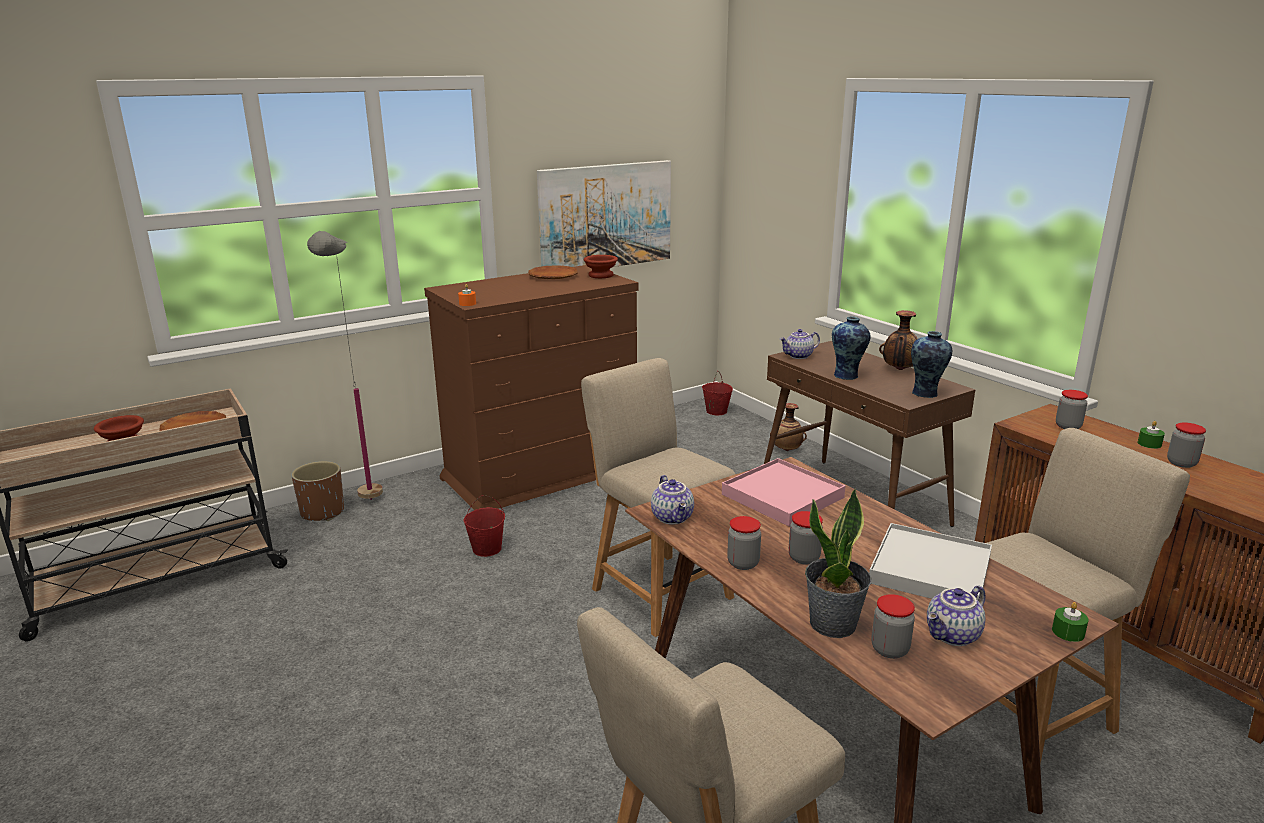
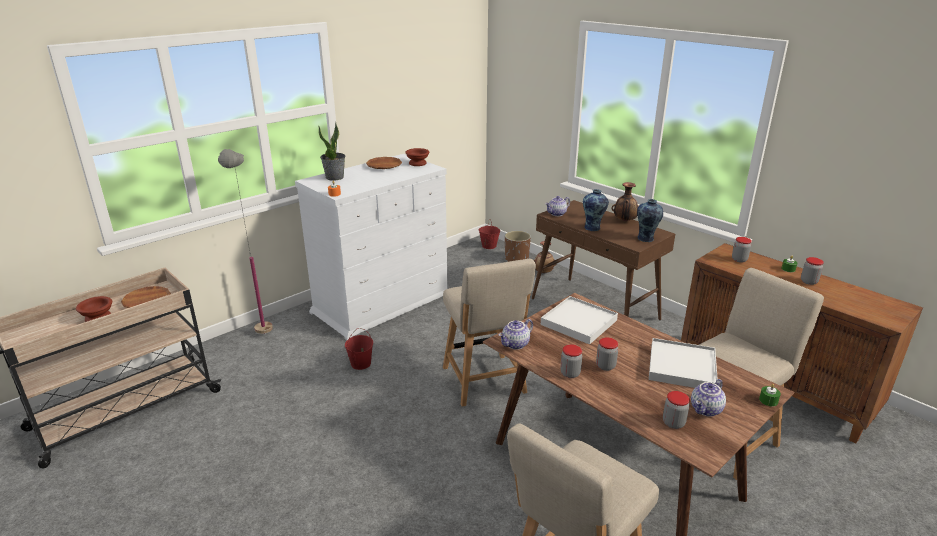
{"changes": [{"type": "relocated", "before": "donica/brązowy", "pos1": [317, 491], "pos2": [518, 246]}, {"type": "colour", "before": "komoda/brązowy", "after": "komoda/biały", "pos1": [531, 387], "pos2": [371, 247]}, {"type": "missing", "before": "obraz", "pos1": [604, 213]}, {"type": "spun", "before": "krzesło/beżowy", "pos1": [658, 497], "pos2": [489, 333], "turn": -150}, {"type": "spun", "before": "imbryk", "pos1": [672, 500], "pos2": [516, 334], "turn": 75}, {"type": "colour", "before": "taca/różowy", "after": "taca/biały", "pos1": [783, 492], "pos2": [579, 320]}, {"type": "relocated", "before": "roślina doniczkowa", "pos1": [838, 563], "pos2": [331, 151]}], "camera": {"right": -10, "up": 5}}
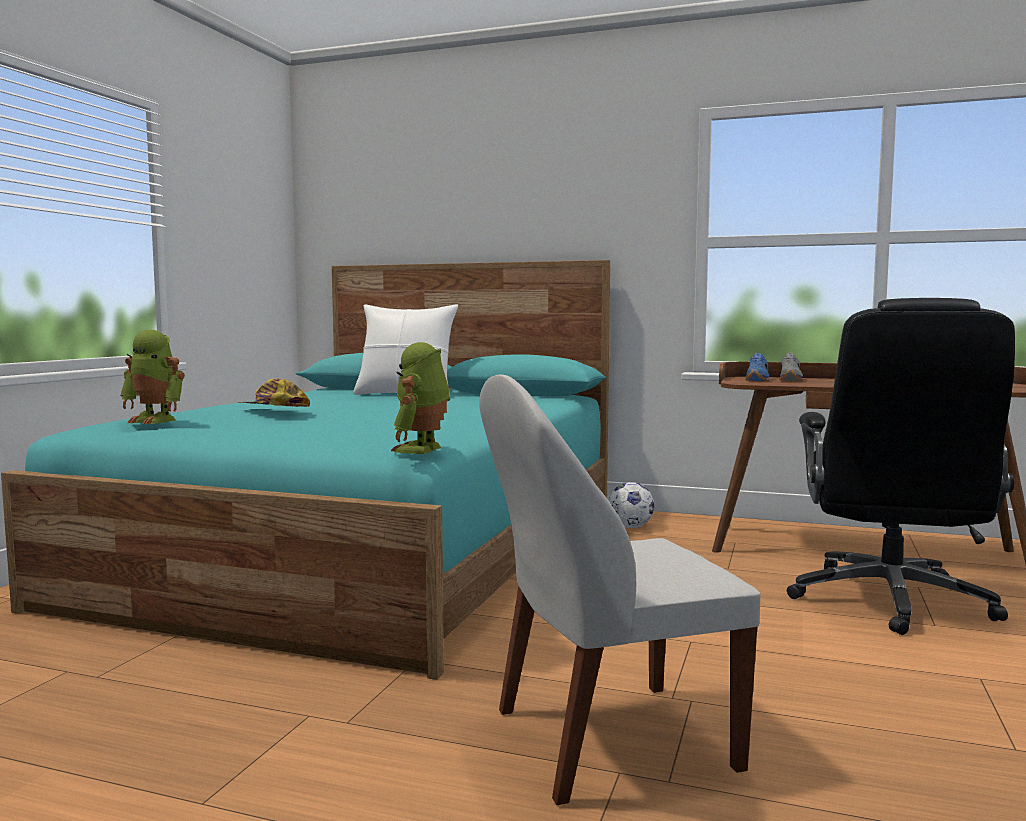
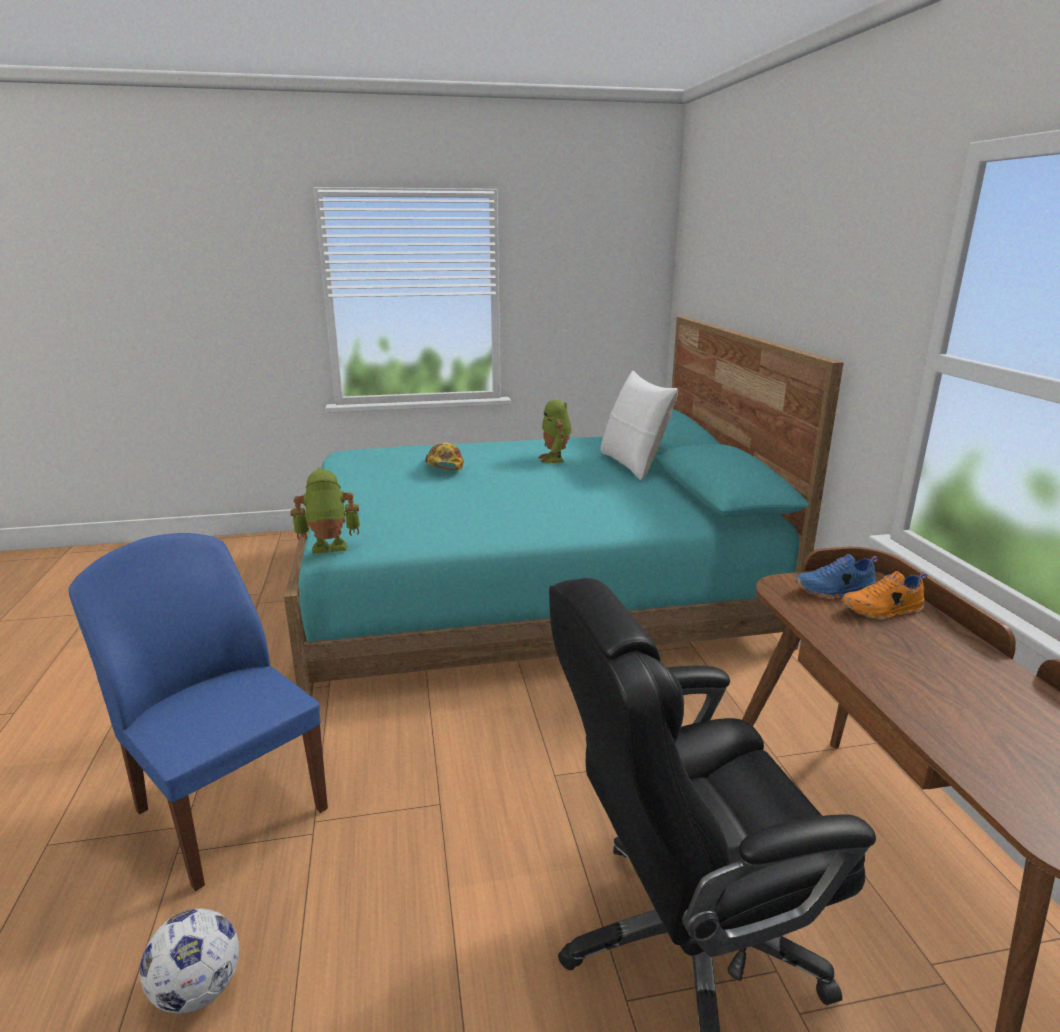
{"changes": [{"type": "relocated", "before": "robot zabawkowy", "pos1": [152, 377], "pos2": [555, 431]}, {"type": "colour", "before": "krzesło/biały", "after": "krzesło/niebieski", "pos1": [620, 589], "pos2": [198, 712]}, {"type": "relocated", "before": "piłka futbolowa", "pos1": [631, 505], "pos2": [189, 961]}, {"type": "colour", "before": "but/szary", "after": "but/pomarańczowy", "pos1": [791, 367], "pos2": [884, 595]}], "camera": {"right": 60, "up": 15}}
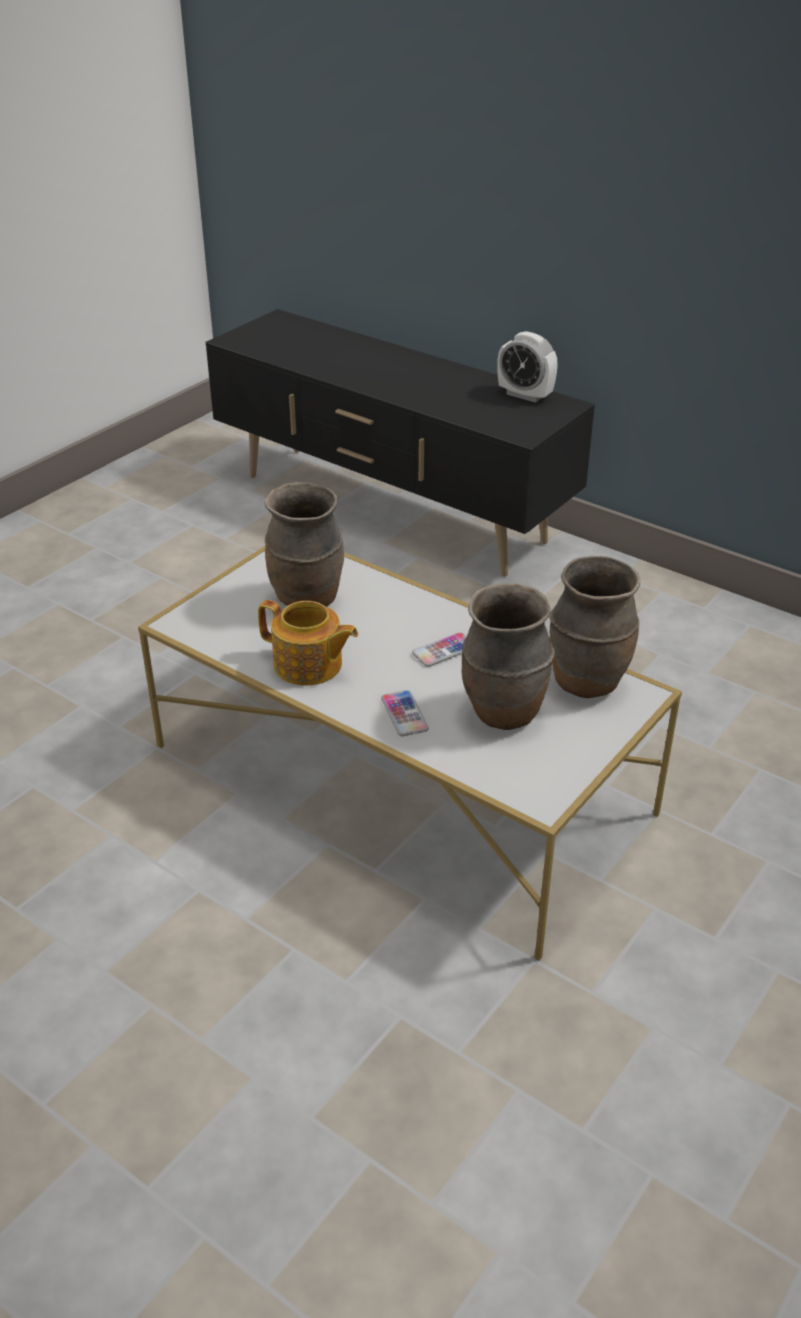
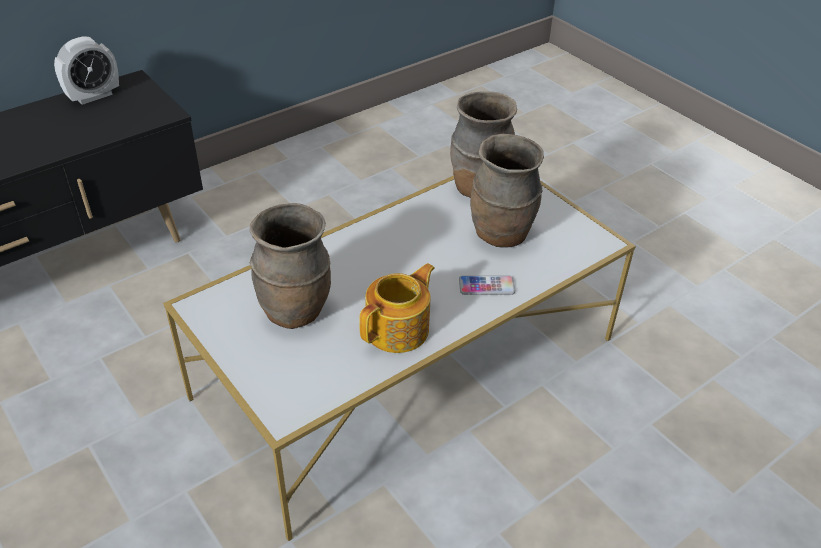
{"changes": [{"type": "missing", "before": "telefon", "pos1": [439, 650]}], "camera": {"right": -75, "up": 5}}
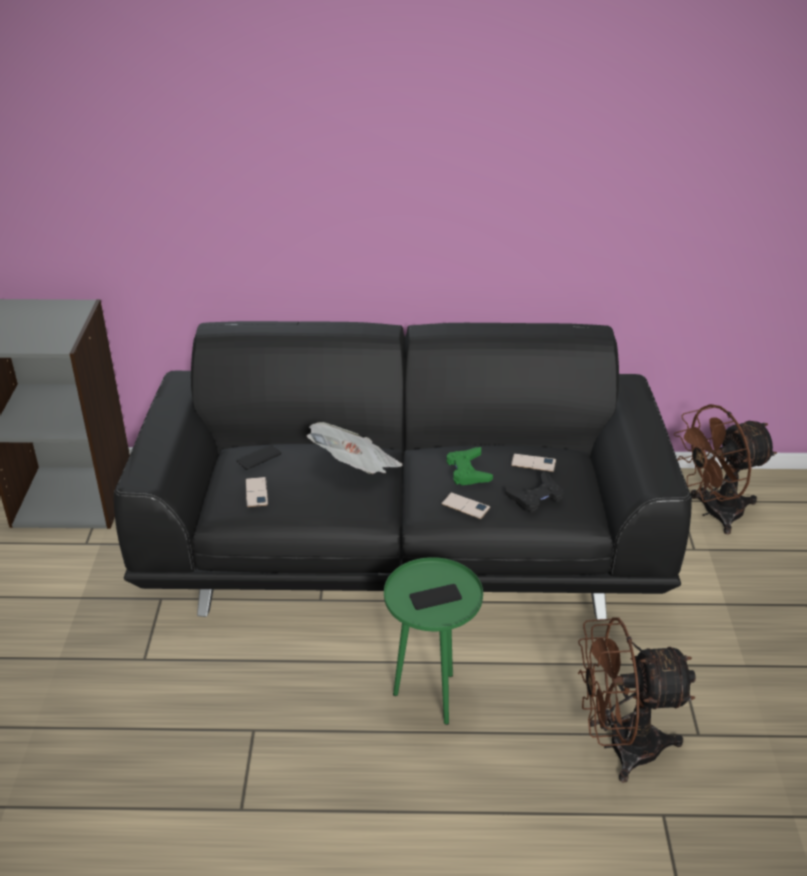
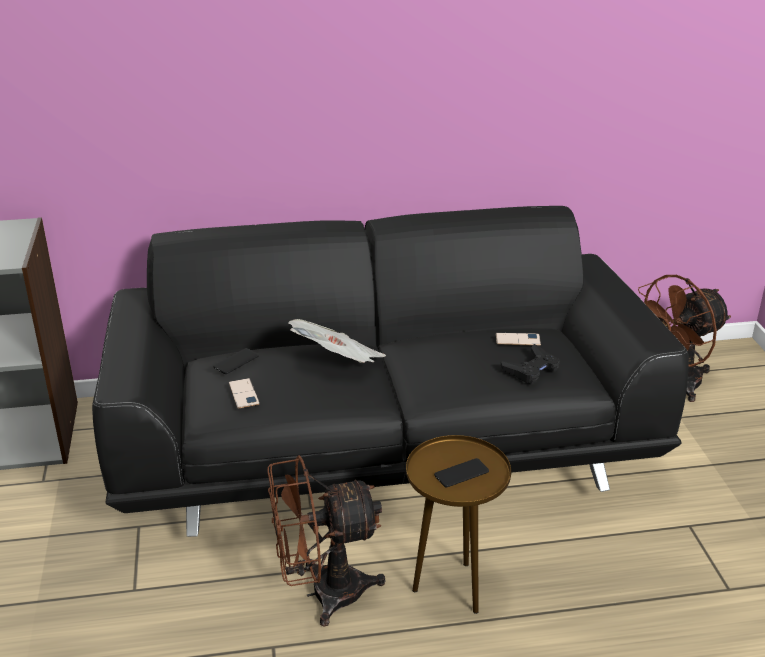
{"changes": [{"type": "colour", "before": "stolik/zielony", "after": "stolik/brązowy", "pos1": [433, 641], "pos2": [458, 524]}, {"type": "missing", "before": "telefon", "pos1": [466, 505]}, {"type": "missing", "before": "pad do gier/zielony", "pos1": [470, 466]}, {"type": "relocated", "before": "wentylator/brązowy", "pos1": [637, 700], "pos2": [326, 541]}], "camera": {"right": -10, "up": -5}}
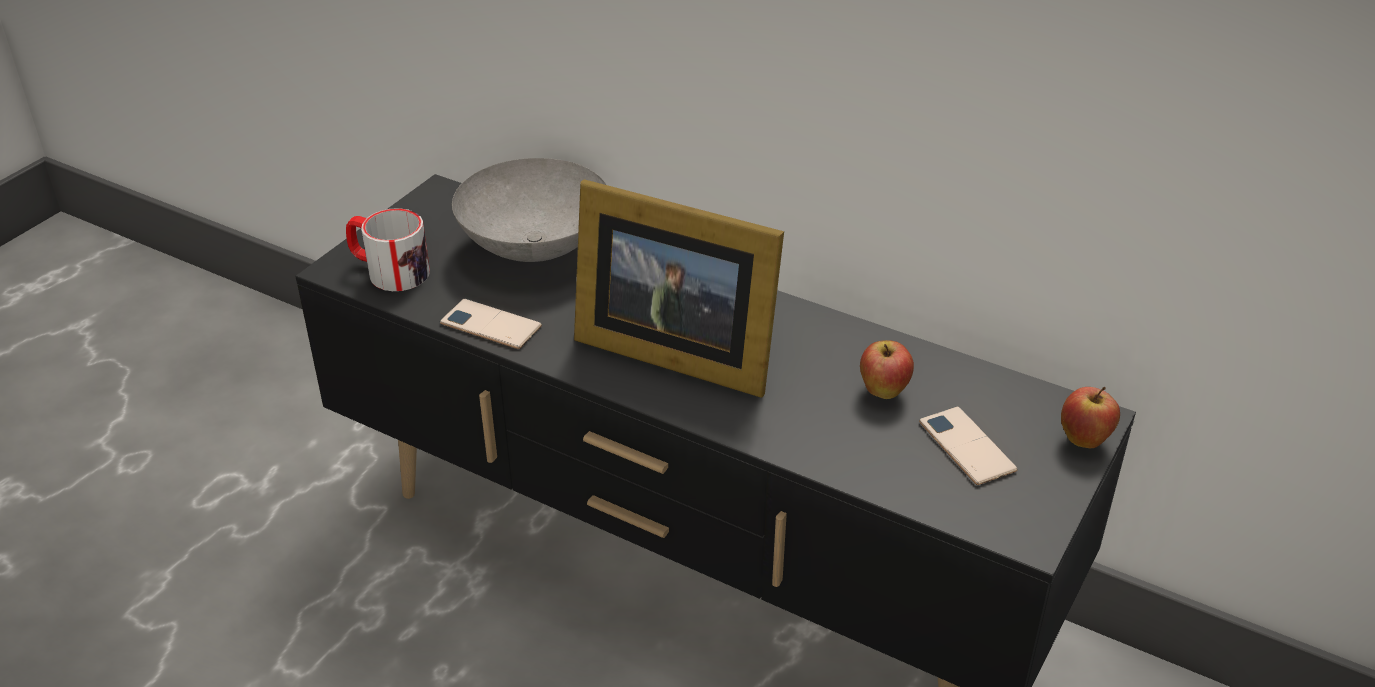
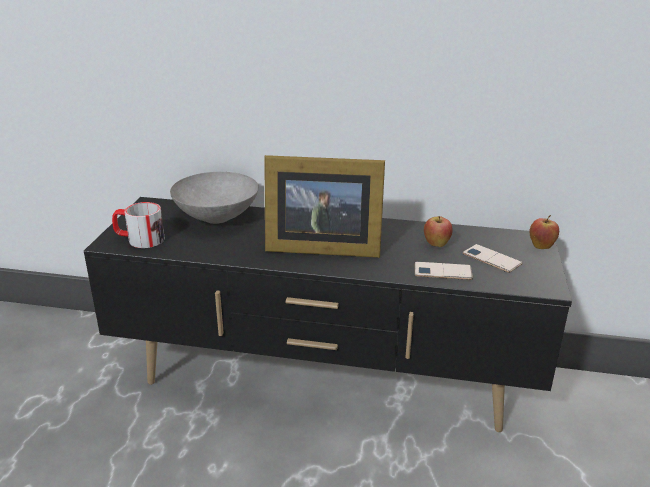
{"changes": [{"type": "relocated", "before": "telefon", "pos1": [491, 324], "pos2": [444, 271]}], "camera": {"right": -20, "up": -10}}
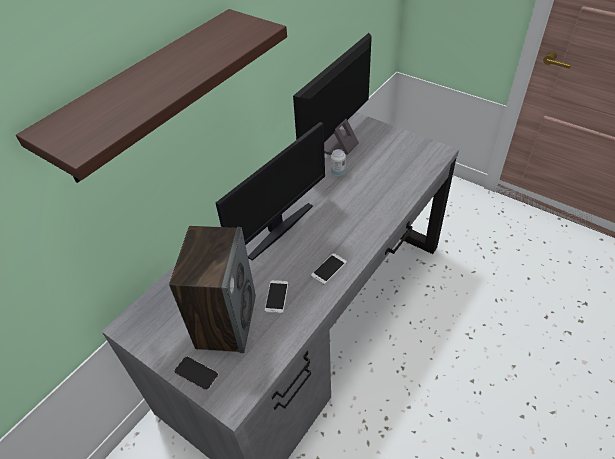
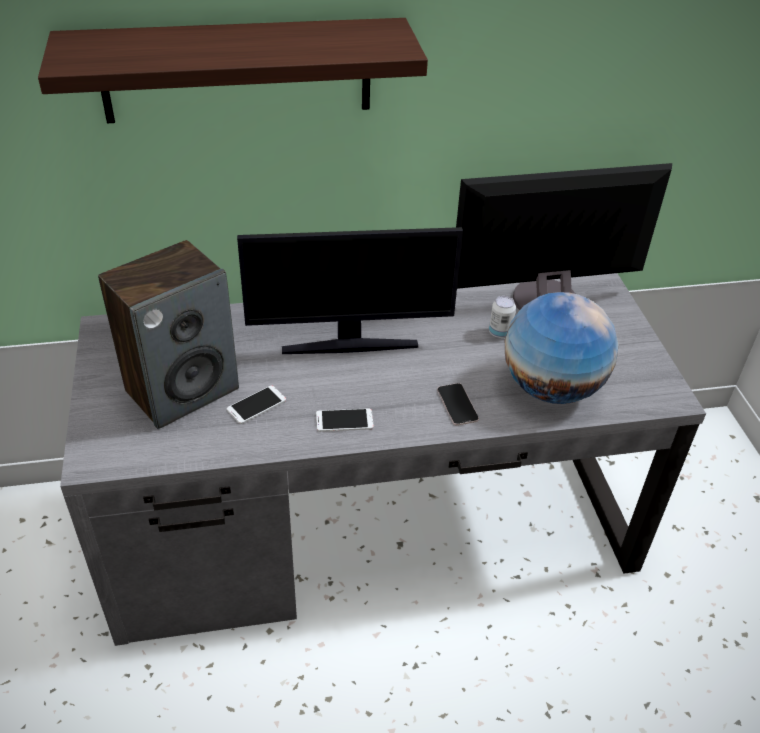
{"changes": [{"type": "relocated", "before": "telefon", "pos1": [196, 373], "pos2": [458, 404]}, {"type": "appeared", "after": "globus", "pos2": [562, 348]}], "camera": {"right": 40, "up": -5}}
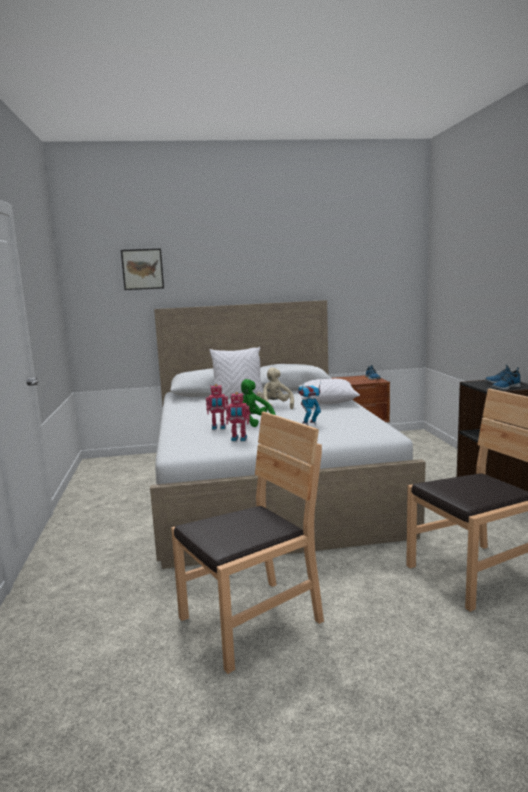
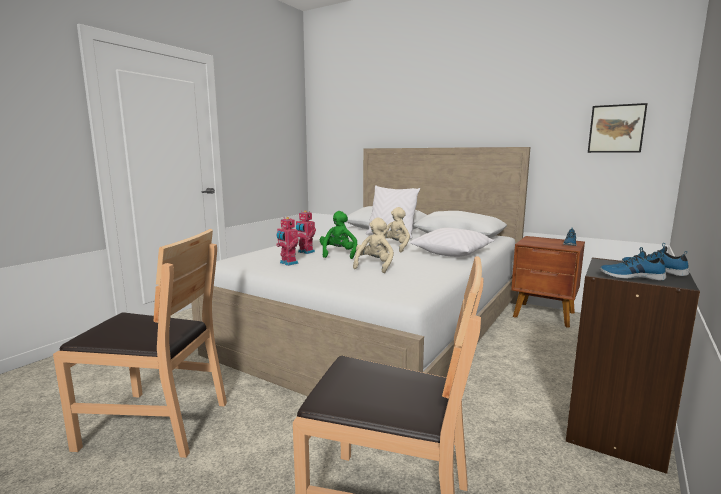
{"changes": [{"type": "relocated", "before": "obraz", "pos1": [142, 269], "pos2": [618, 128]}, {"type": "exchanged", "before": "robot zabawkowy", "after": "pluszak/beżowy", "pos1": [309, 403], "pos2": [373, 245]}], "camera": {"right": 40, "up": 0}}
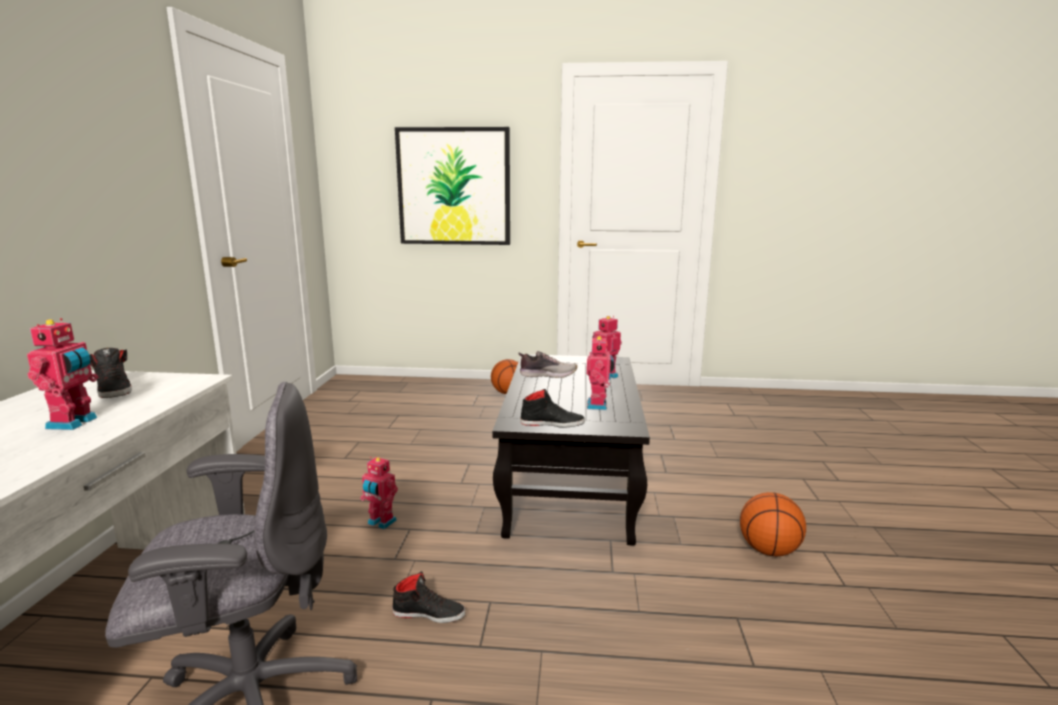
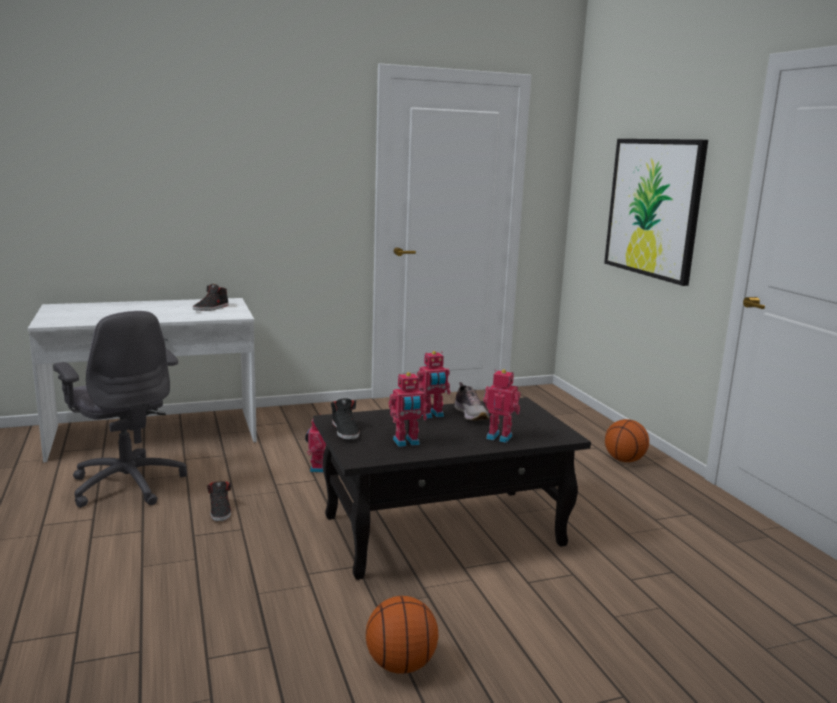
{"changes": [{"type": "relocated", "before": "robot zabawkowy", "pos1": [62, 374], "pos2": [434, 385]}], "camera": {"right": 65, "up": 0}}
